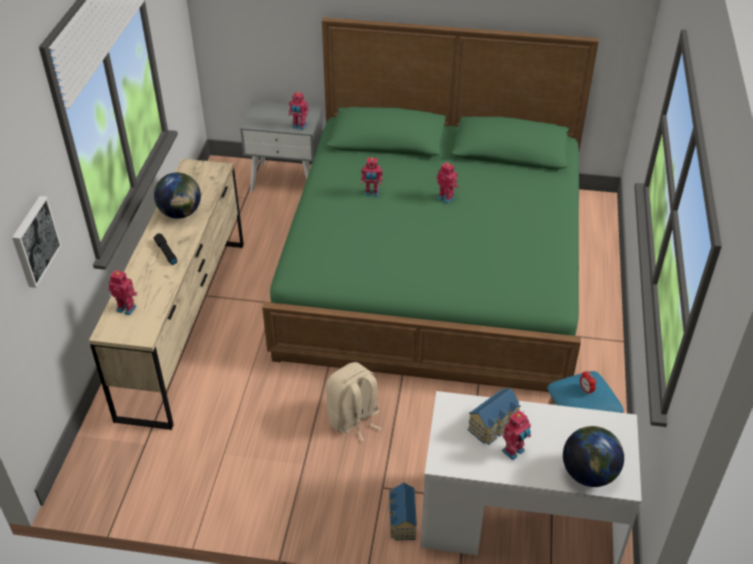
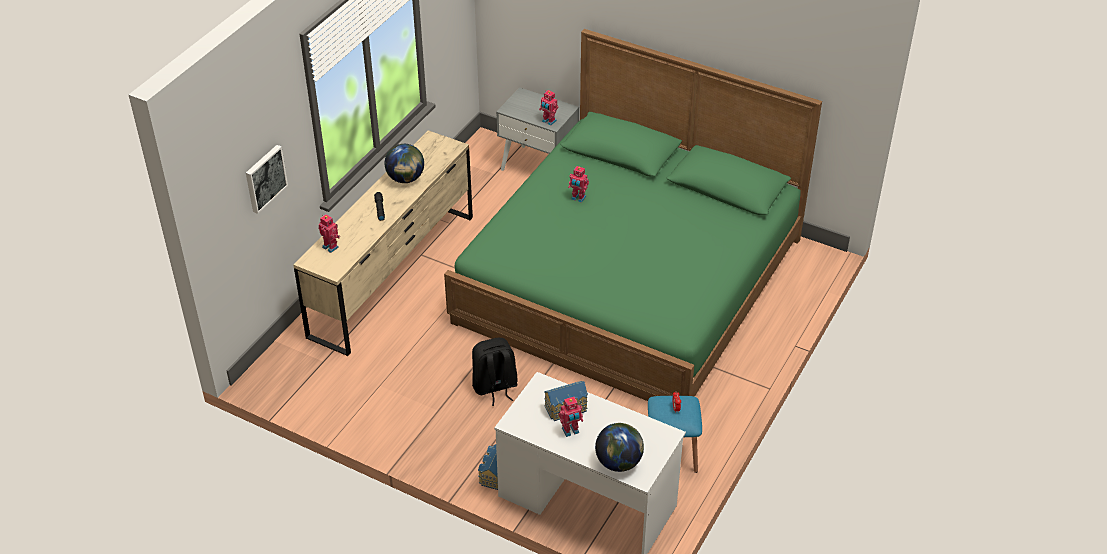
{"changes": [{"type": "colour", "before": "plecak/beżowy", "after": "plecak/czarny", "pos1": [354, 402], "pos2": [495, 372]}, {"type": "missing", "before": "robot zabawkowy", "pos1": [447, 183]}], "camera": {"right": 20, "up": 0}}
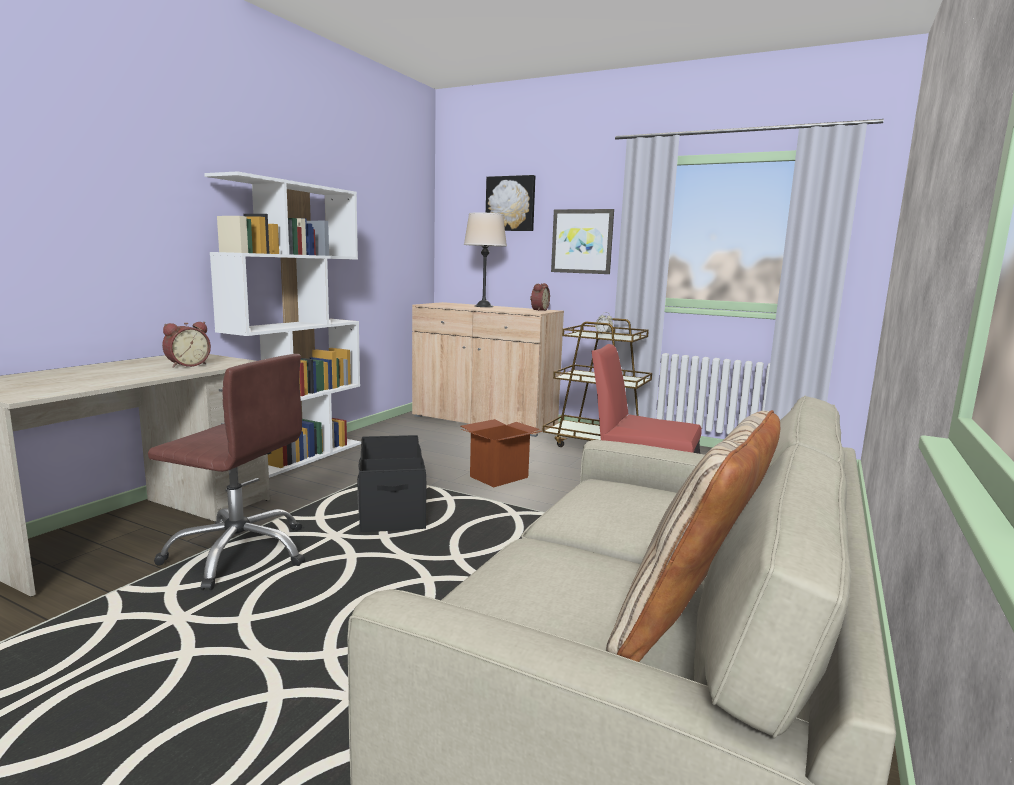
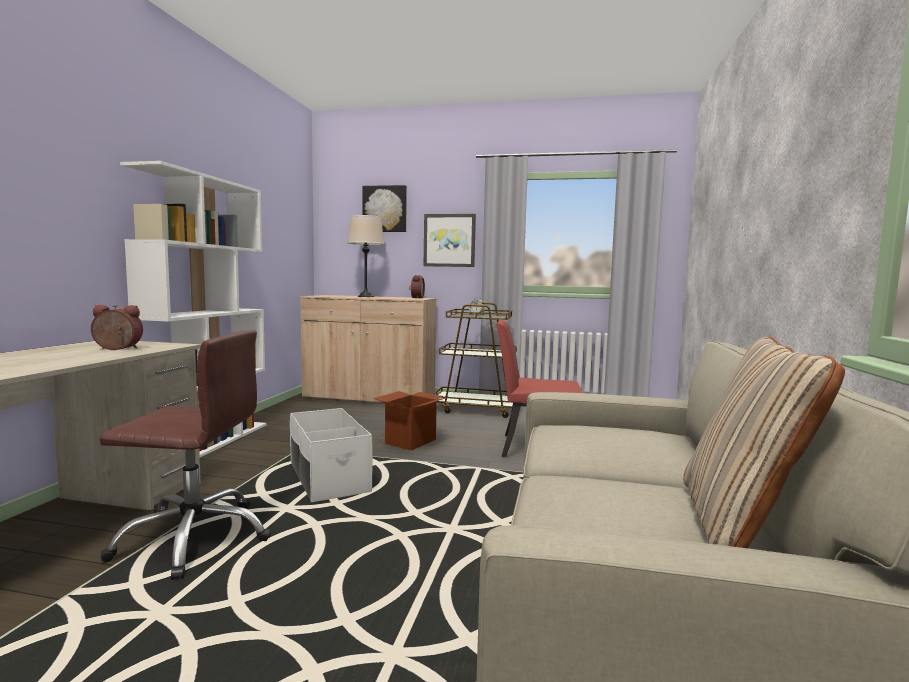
{"changes": [{"type": "spun", "before": "budzik", "pos1": [186, 345], "pos2": [117, 327], "turn": -120}, {"type": "colour", "before": "pojemnik do przechowywania/czarny", "after": "pojemnik do przechowywania/biały", "pos1": [392, 484], "pos2": [331, 455]}], "camera": {"right": -15, "up": -5}}
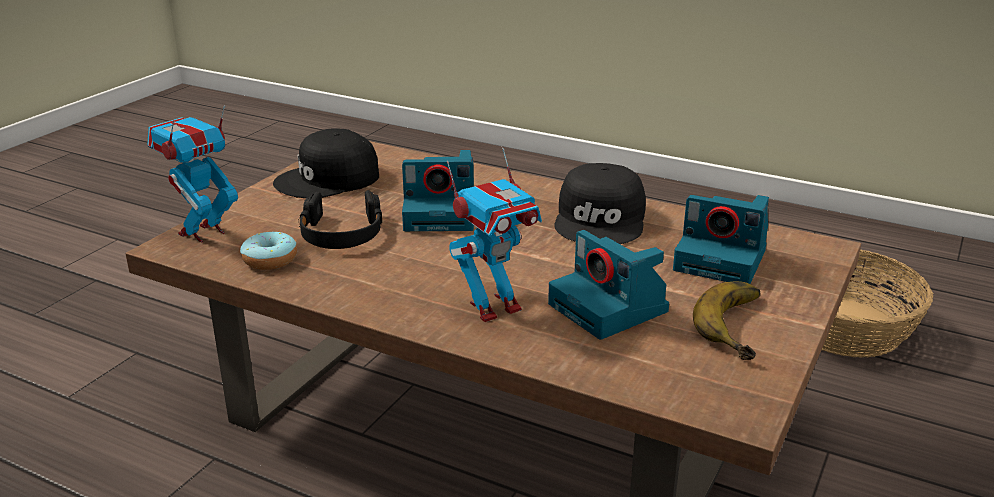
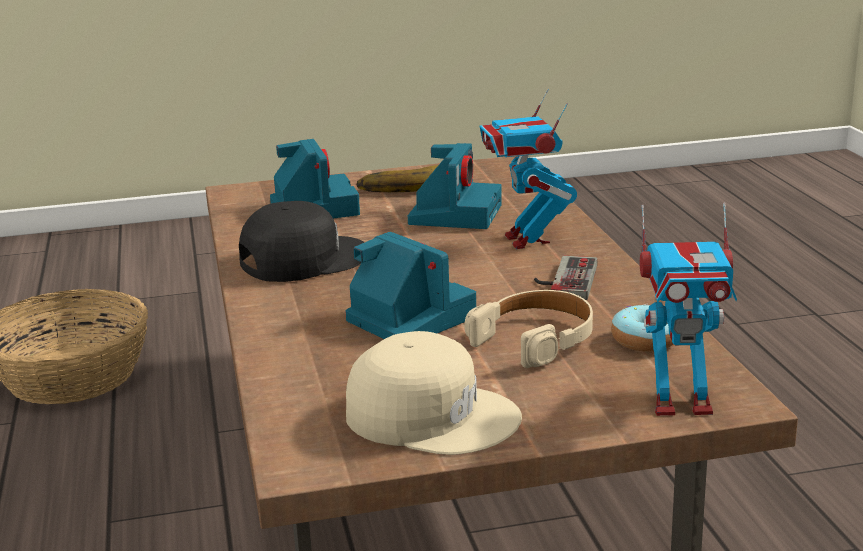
{"changes": [{"type": "colour", "before": "czapka z daszkiem/czarny", "after": "czapka z daszkiem/beżowy", "pos1": [326, 163], "pos2": [434, 393]}, {"type": "colour", "before": "słuchawki/czarny", "after": "słuchawki/beżowy", "pos1": [340, 219], "pos2": [529, 329]}, {"type": "spun", "before": "robot zabawkowy", "pos1": [494, 235], "pos2": [528, 169], "turn": -120}, {"type": "appeared", "after": "pad do gier", "pos2": [565, 278]}], "camera": {"right": -130, "up": -5}}
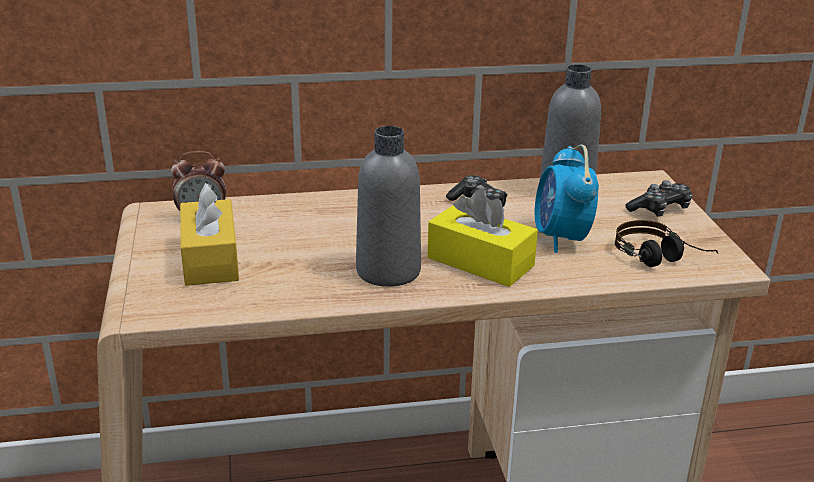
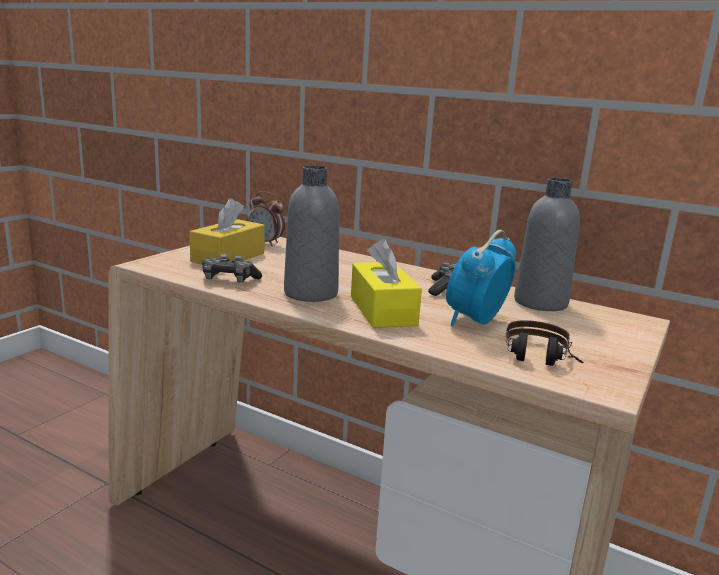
{"changes": [{"type": "relocated", "before": "pad do gier", "pos1": [659, 198], "pos2": [232, 268]}], "camera": {"right": 40, "up": -10}}
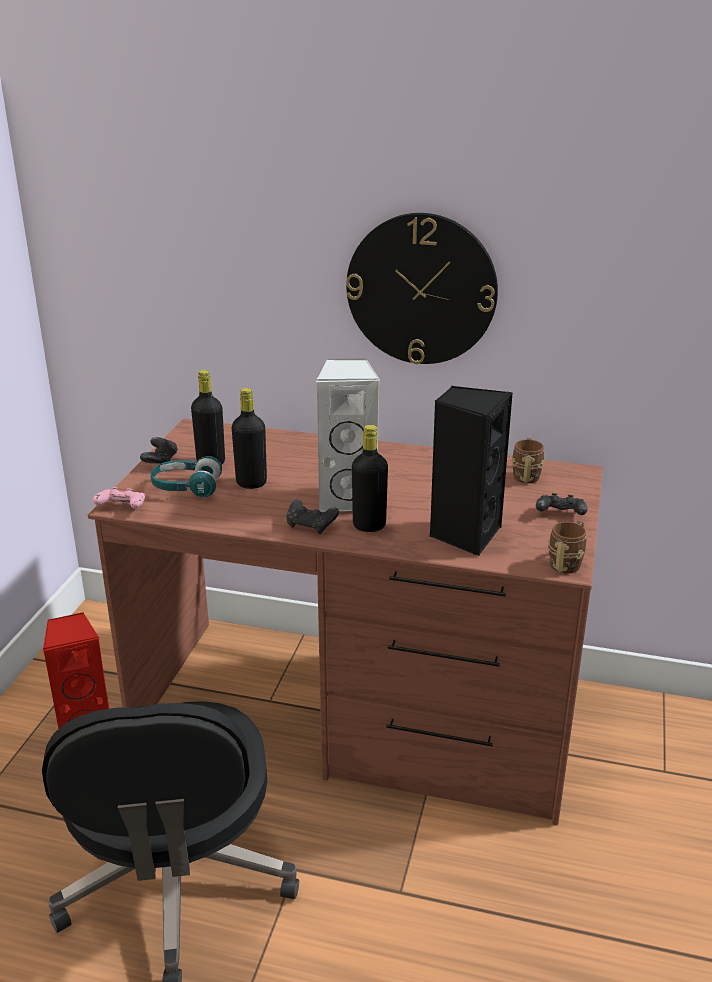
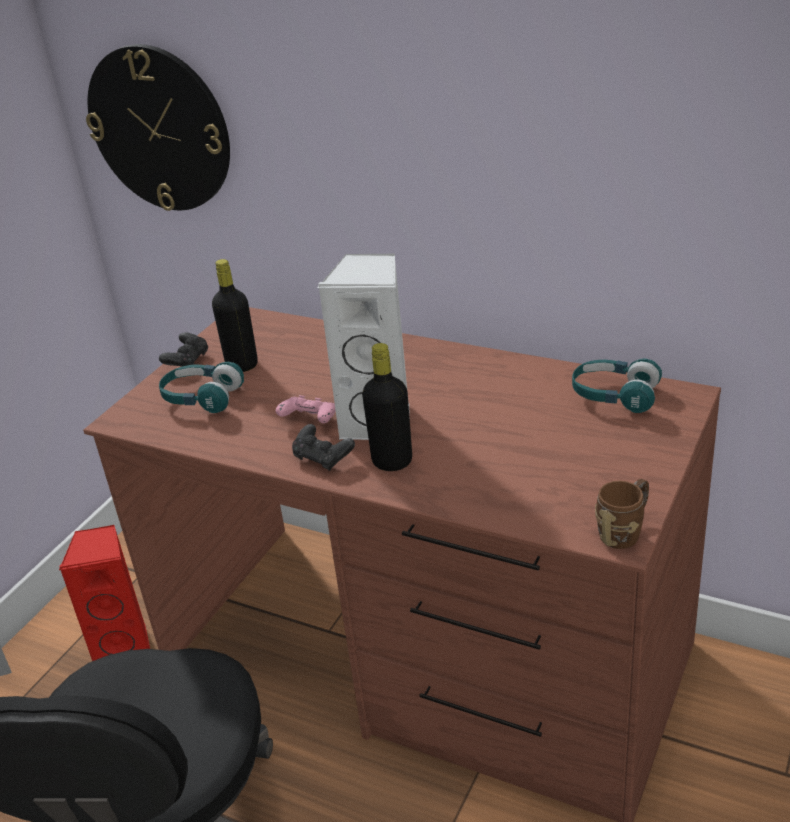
{"changes": [{"type": "relocated", "before": "pad do gier/różowy", "pos1": [119, 498], "pos2": [306, 409]}, {"type": "missing", "before": "butelka/czarny", "pos1": [249, 438]}, {"type": "relocated", "before": "zegar ścienny", "pos1": [422, 288], "pos2": [158, 127]}, {"type": "missing", "before": "głośnik/czarny", "pos1": [471, 470]}, {"type": "exchanged", "before": "kubek/brązowy", "after": "słuchawki/turkusowy", "pos1": [528, 460], "pos2": [617, 386]}, {"type": "missing", "before": "pad do gier/czarny", "pos1": [562, 504]}], "camera": {"right": 15, "up": 5}}
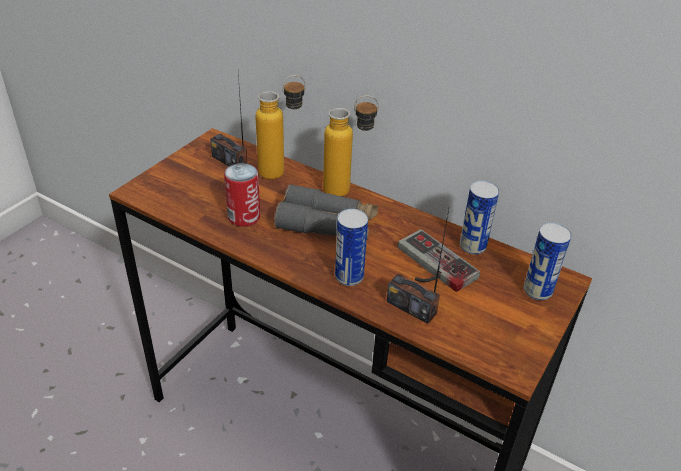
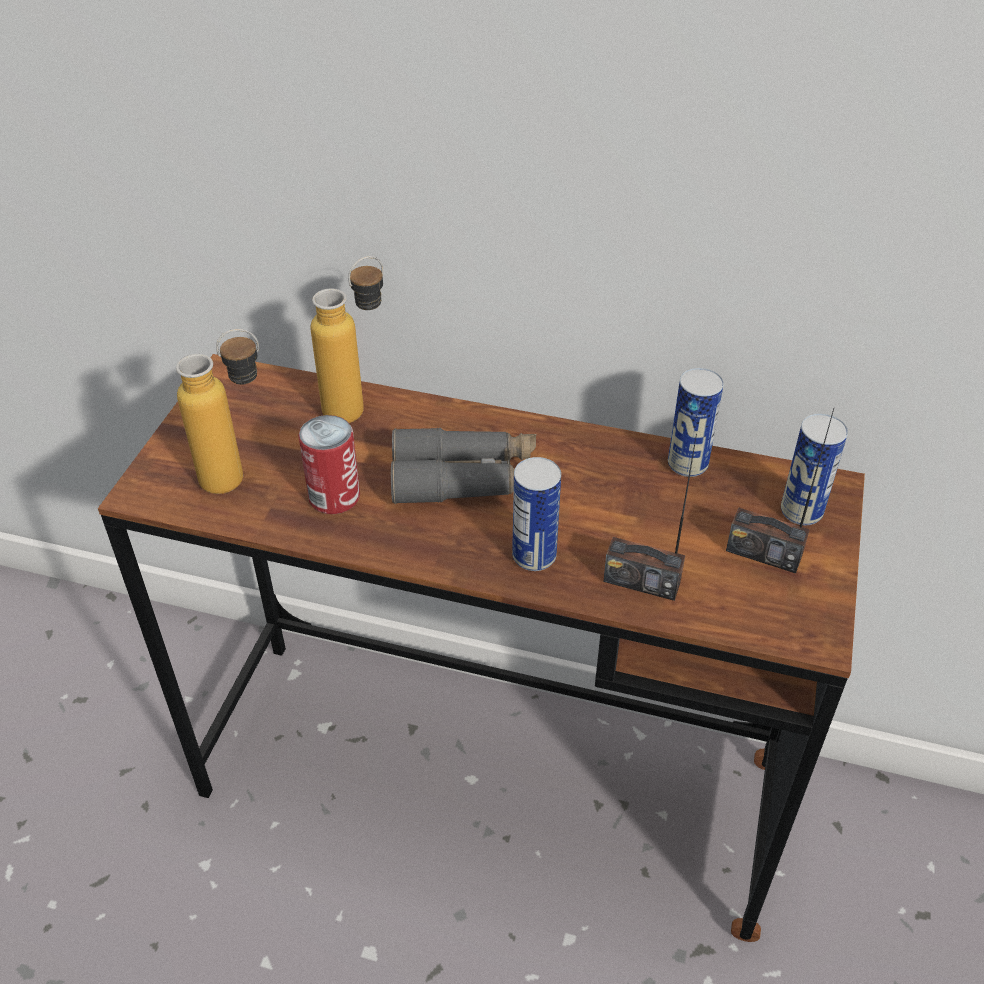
{"changes": [{"type": "relocated", "before": "radio", "pos1": [228, 120], "pos2": [780, 491]}, {"type": "relocated", "before": "butelka", "pos1": [351, 146], "pos2": [217, 411]}, {"type": "missing", "before": "pad do gier", "pos1": [439, 260]}], "camera": {"right": -15, "up": 5}}
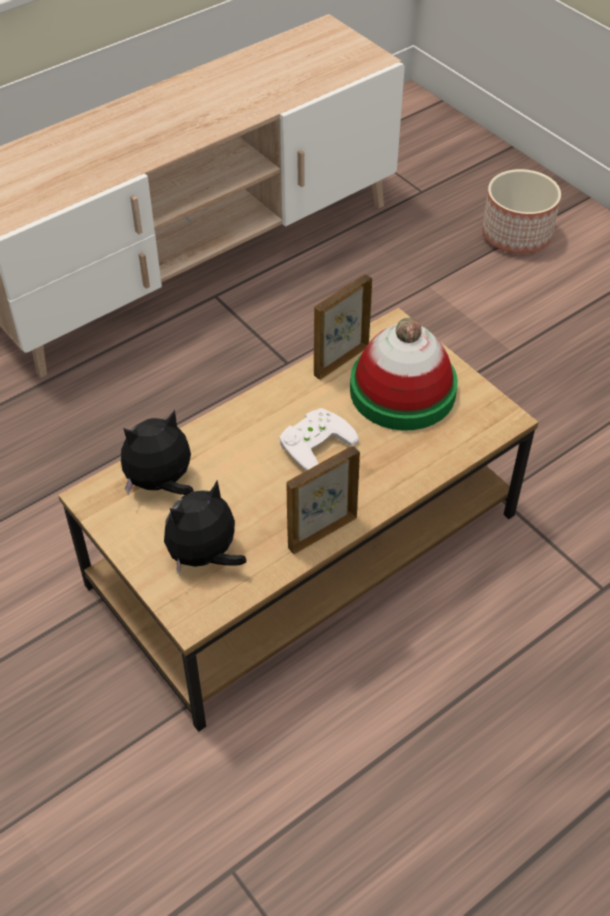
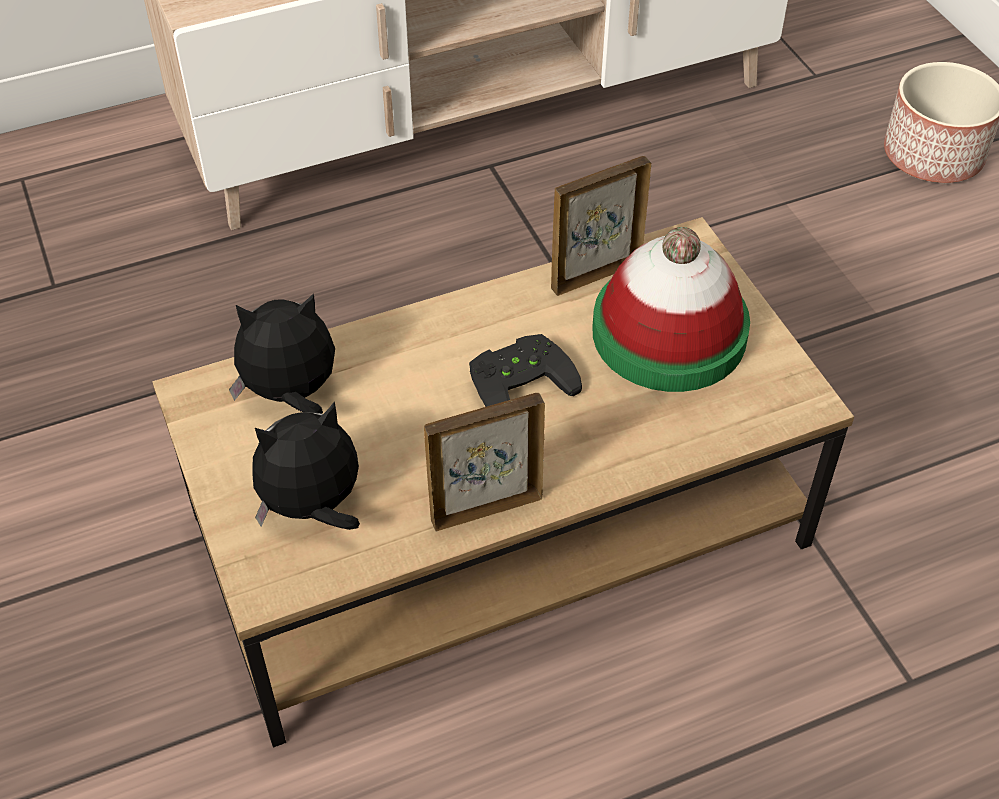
{"changes": [{"type": "colour", "before": "pad do gier/biały", "after": "pad do gier/czarny", "pos1": [319, 439], "pos2": [525, 370]}], "camera": {"right": 15, "up": 0}}
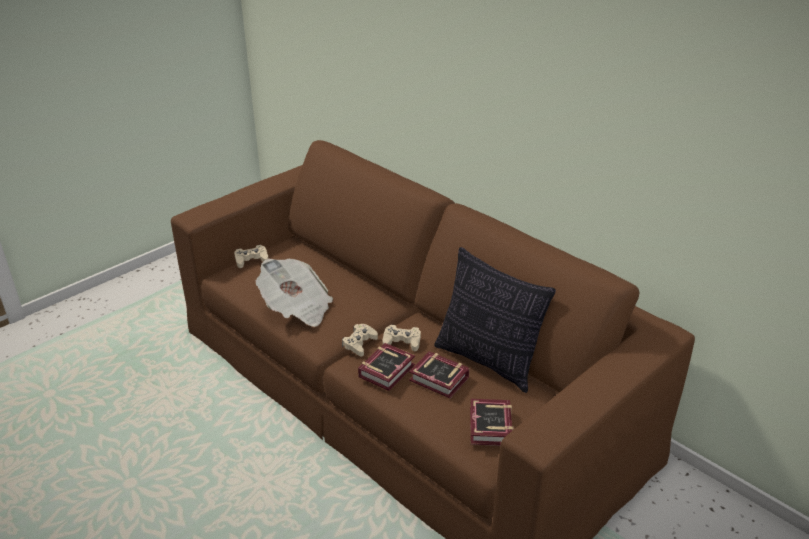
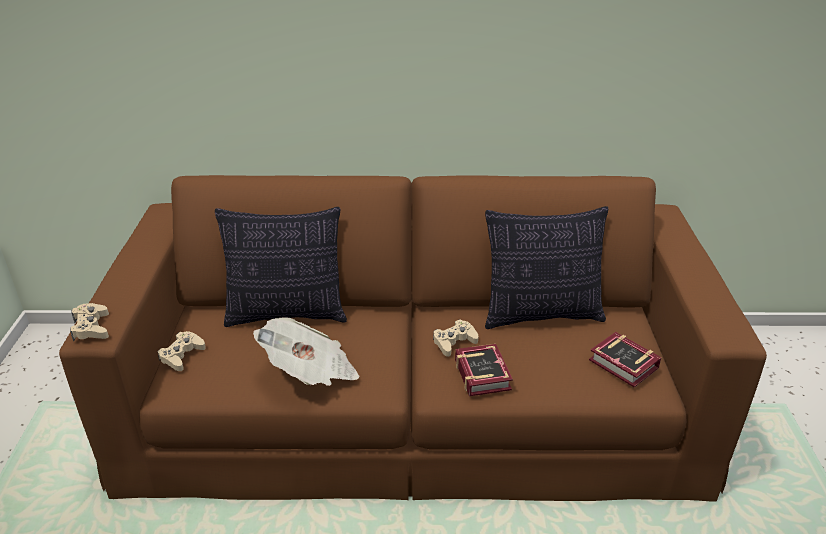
{"changes": [{"type": "relocated", "before": "pad do gier/beżowy", "pos1": [360, 340], "pos2": [89, 322]}, {"type": "missing", "before": "książka", "pos1": [439, 374]}, {"type": "appeared", "after": "poduszka", "pos2": [281, 267]}], "camera": {"right": -45, "up": 0}}
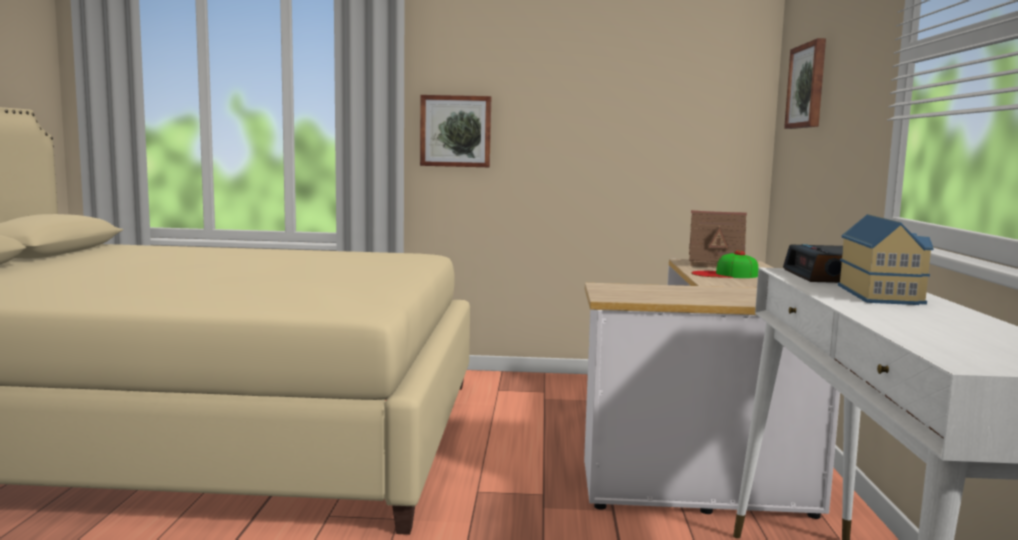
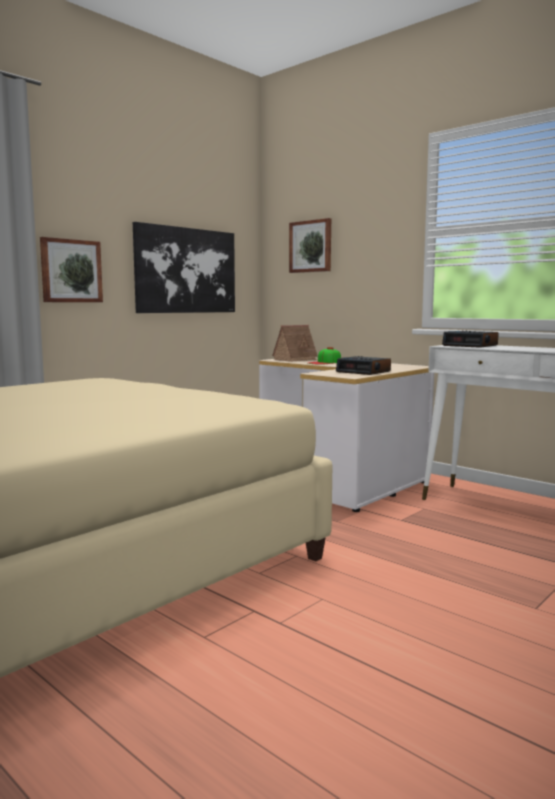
{"changes": [{"type": "missing", "before": "domek", "pos1": [885, 259]}, {"type": "appeared", "after": "obraz", "pos2": [184, 267]}, {"type": "appeared", "after": "budzik", "pos2": [363, 365]}], "camera": {"right": -50, "up": 0}}
